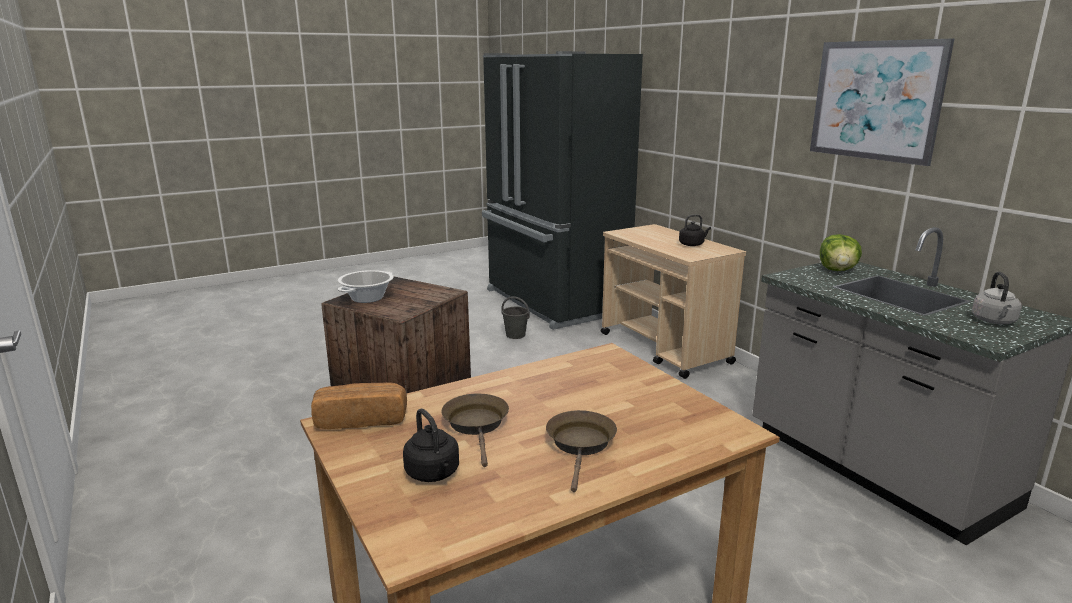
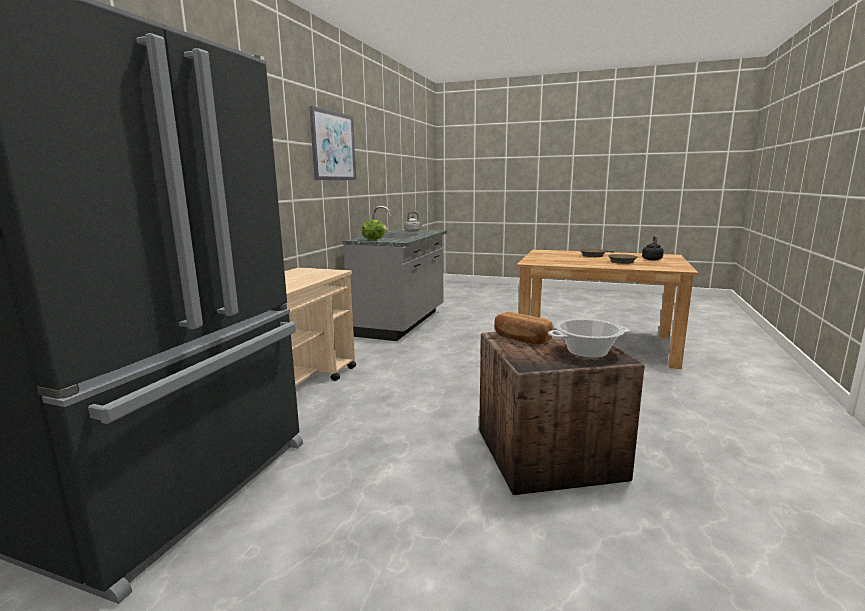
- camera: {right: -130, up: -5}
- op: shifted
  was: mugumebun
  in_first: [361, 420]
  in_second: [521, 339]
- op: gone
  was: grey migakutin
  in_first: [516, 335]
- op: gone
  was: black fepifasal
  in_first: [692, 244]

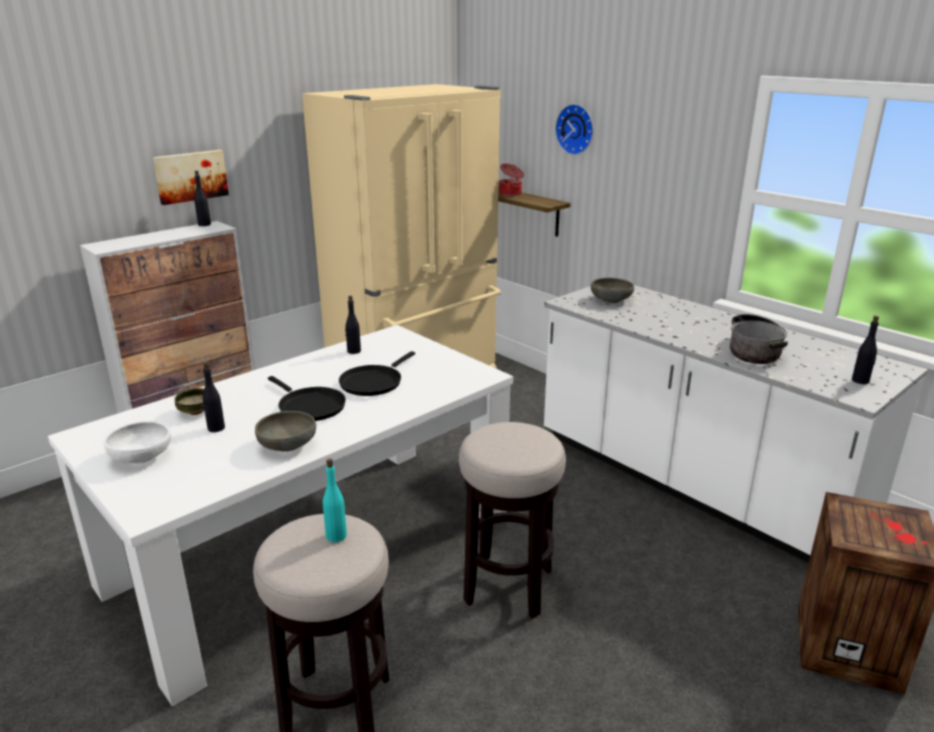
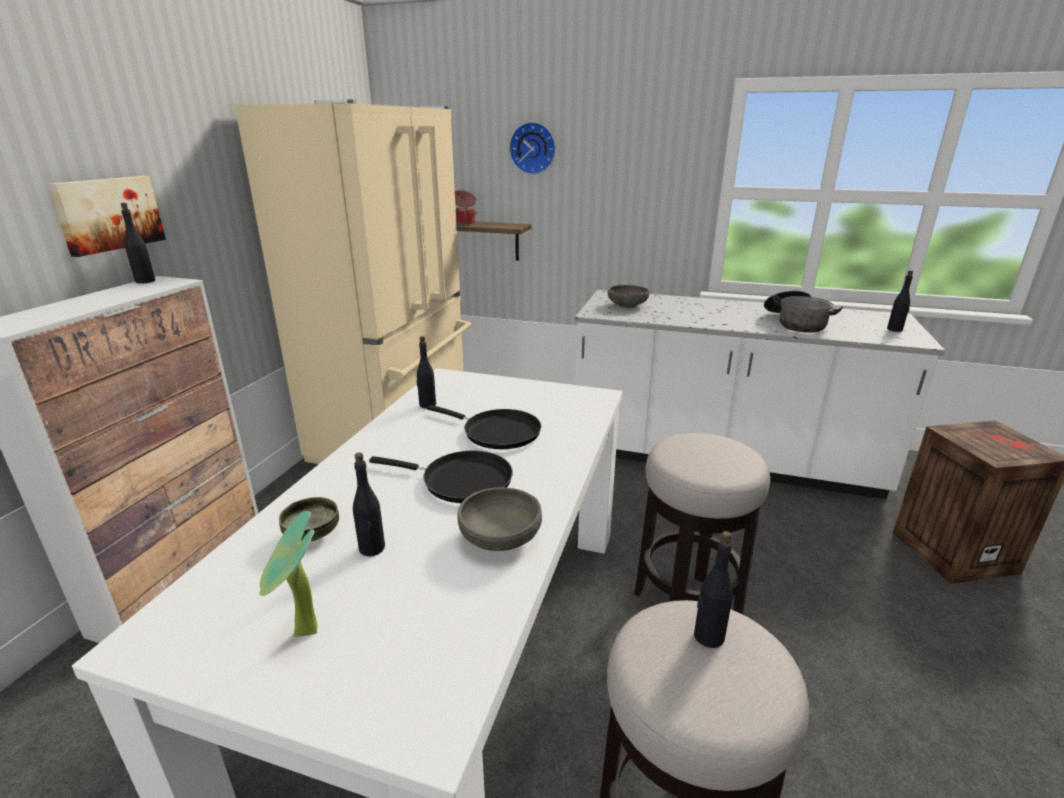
- camera: {right: -30, up: 0}
- op: swapped
  was: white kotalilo
  now: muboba
  in_first: [141, 457]
  in_second: [303, 635]
- op: rotated
  was: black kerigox
  in_first: [373, 382]
  in_second: [497, 432]
  clockwise: -60
- op: repainted
  was: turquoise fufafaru
  now: black fufafaru
  in_first: [336, 536]
  in_second: [708, 636]

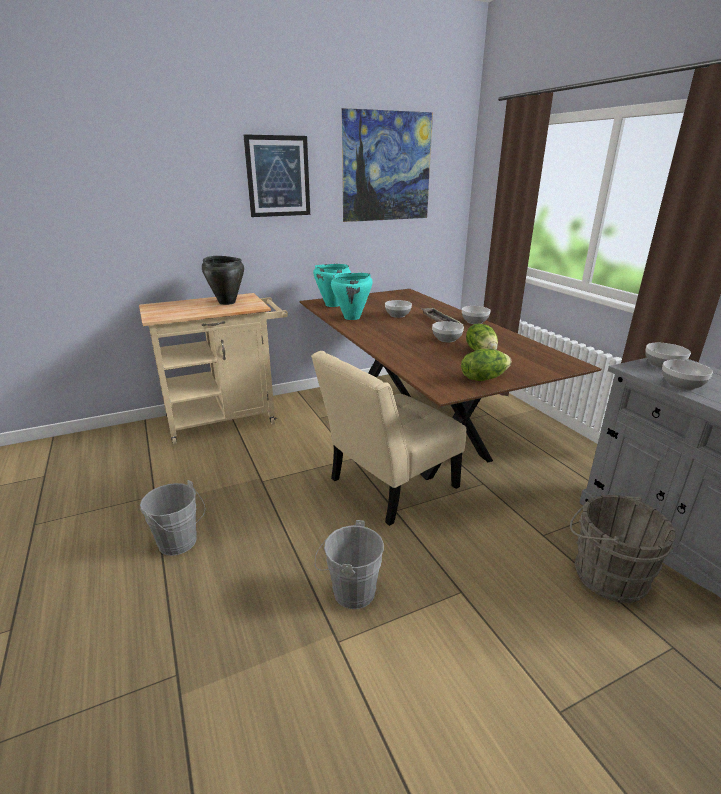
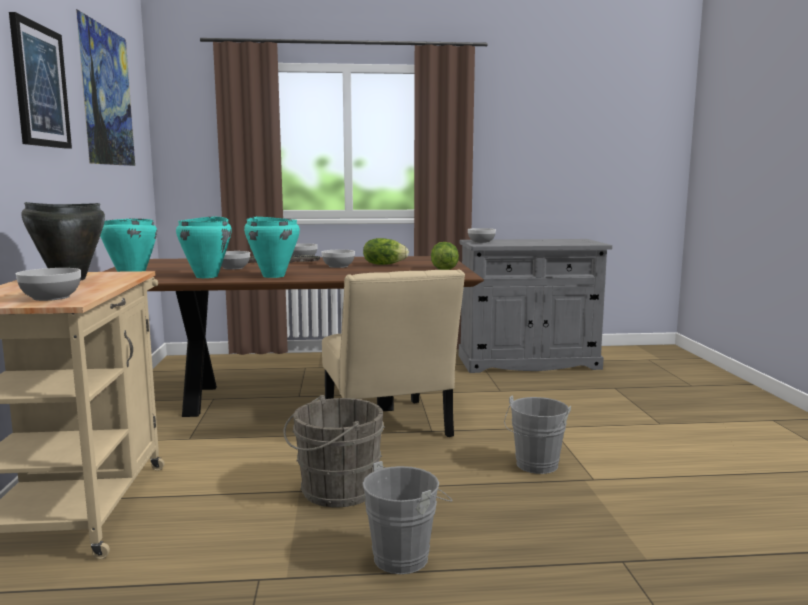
- camera: {right: -70, up: -15}
- op: shifted
  was: kotalilo
  in_first: [681, 385]
  in_second: [50, 297]
- op: new
  now: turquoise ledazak
  in_second: [273, 276]
- op: shifted
  was: grey migakutin
  in_first: [605, 574]
  in_second: [334, 491]

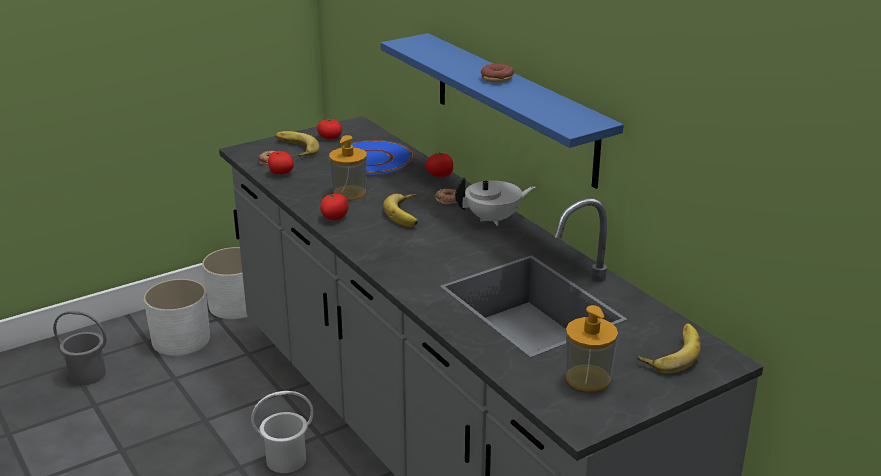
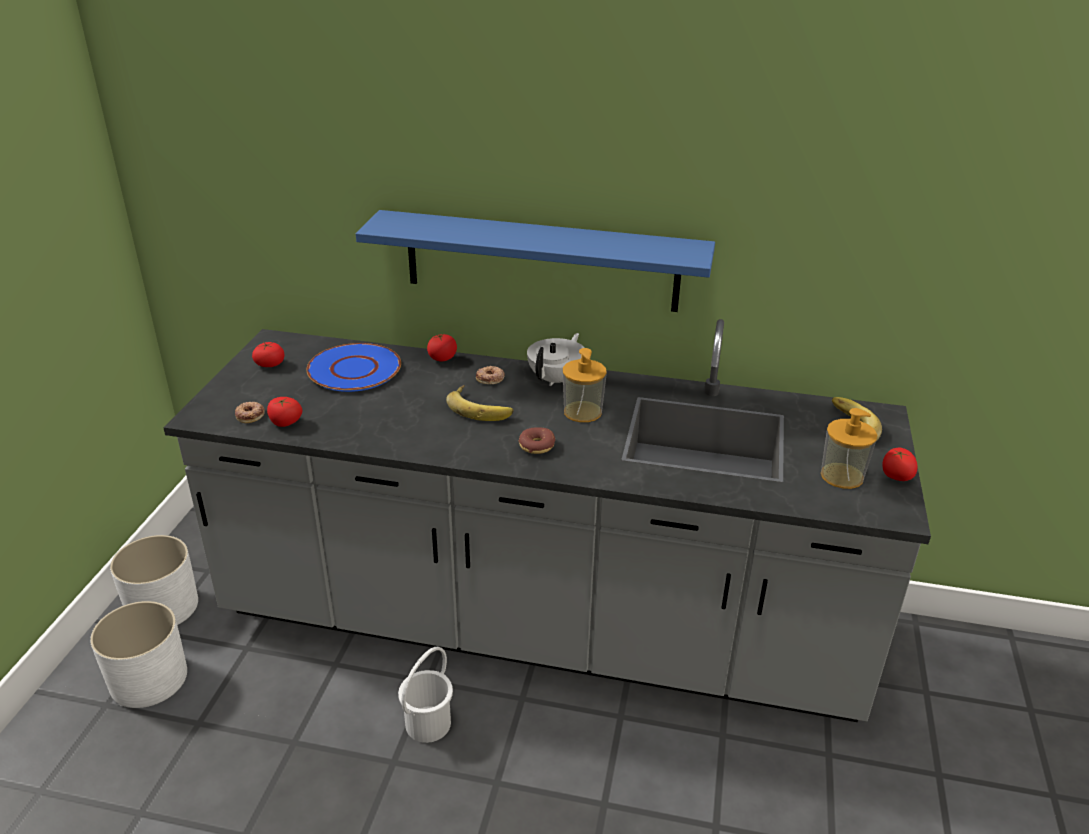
- camera: {right: -45, up: 5}
- op: shifted
  was: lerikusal
  in_first: [496, 78]
  in_second: [537, 446]
- op: shifted
  was: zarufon
  in_first: [349, 193]
  in_second: [582, 412]
- op: shifted
  was: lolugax
  in_first: [335, 217]
  in_second: [896, 476]
- op: gone
  was: grey migakutin
  in_first: [87, 374]
- op: gone
  was: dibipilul
  in_first: [294, 149]

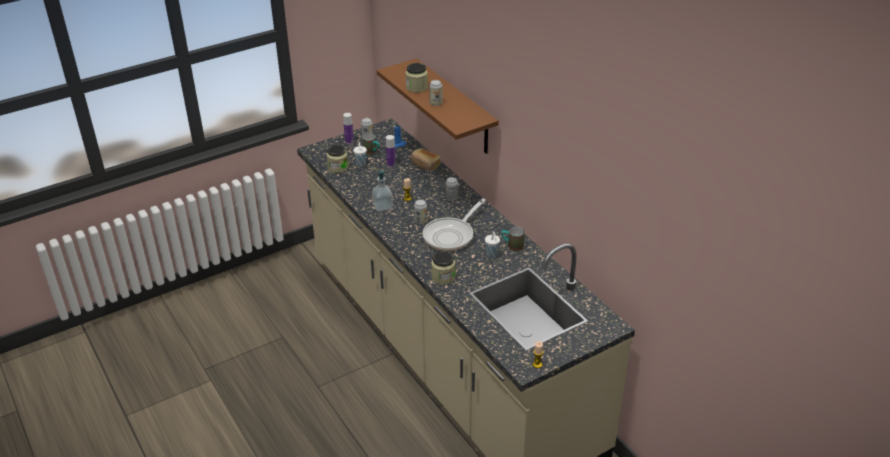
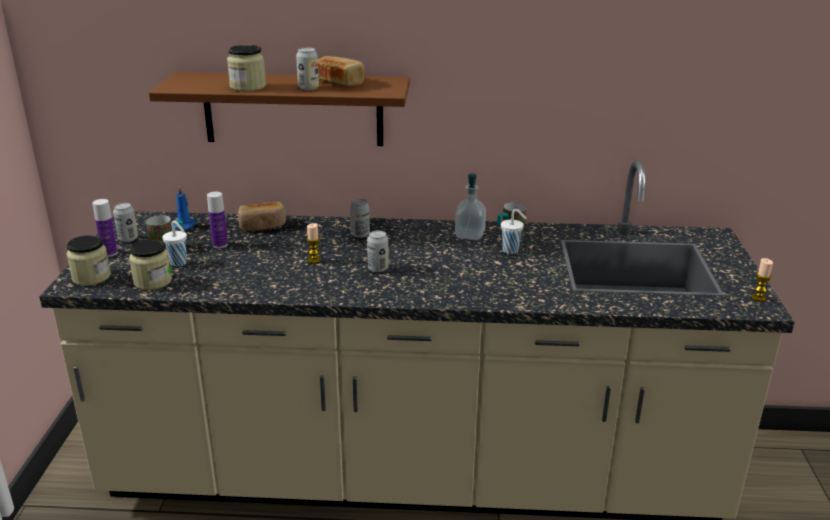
- camera: {right: -55, up: -10}
- op: shifted
  was: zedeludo
  in_first: [443, 277]
  in_second: [91, 277]
- op: new
  now: mugumebun
  in_second: [340, 82]
- op: shifted
  was: zarufon
  in_first: [382, 206]
  in_second: [469, 235]
- op: gone
  was: kerigox
  in_first: [451, 235]

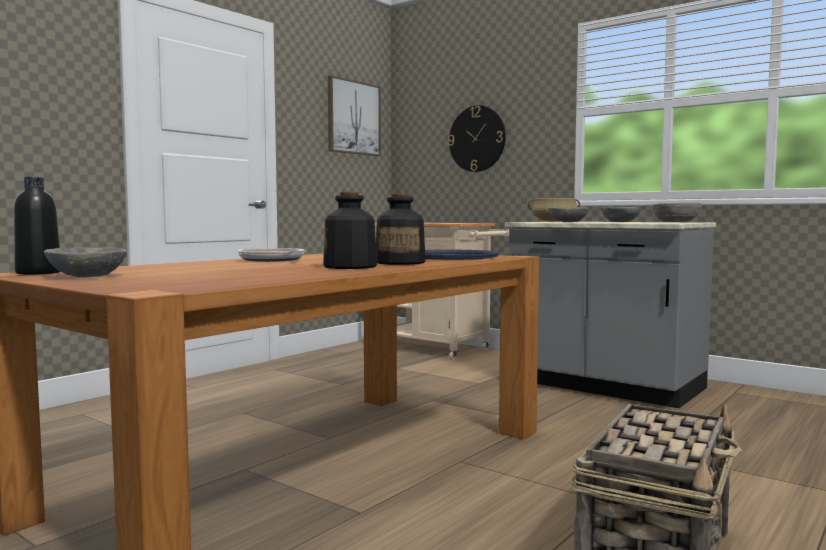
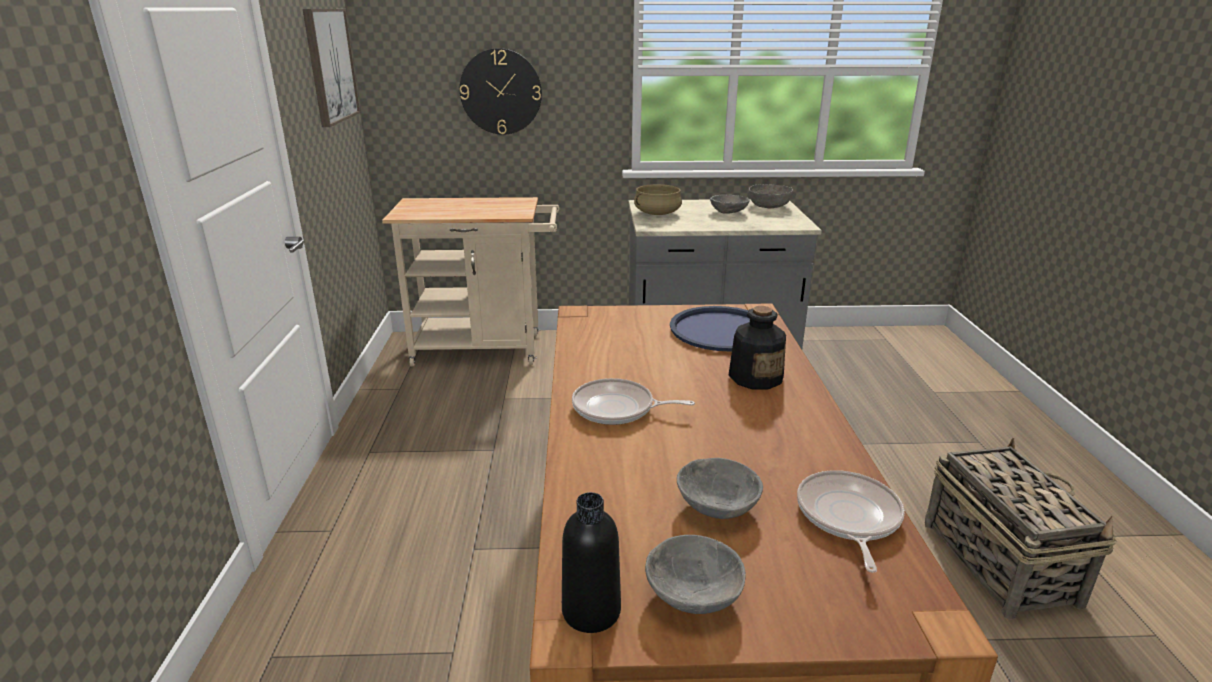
- camera: {right: -40, up: 20}
- op: shifted
  was: grey kotalilo
  in_first: [567, 222]
  in_second: [716, 506]
- op: new
  now: kerigox
  in_second: [848, 517]
- op: gone
  was: fufafaru
  in_first: [350, 267]

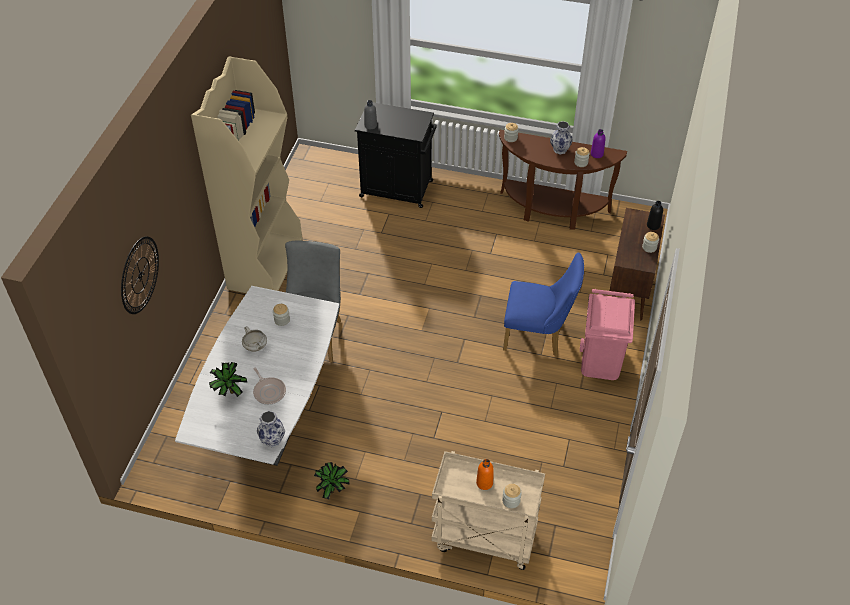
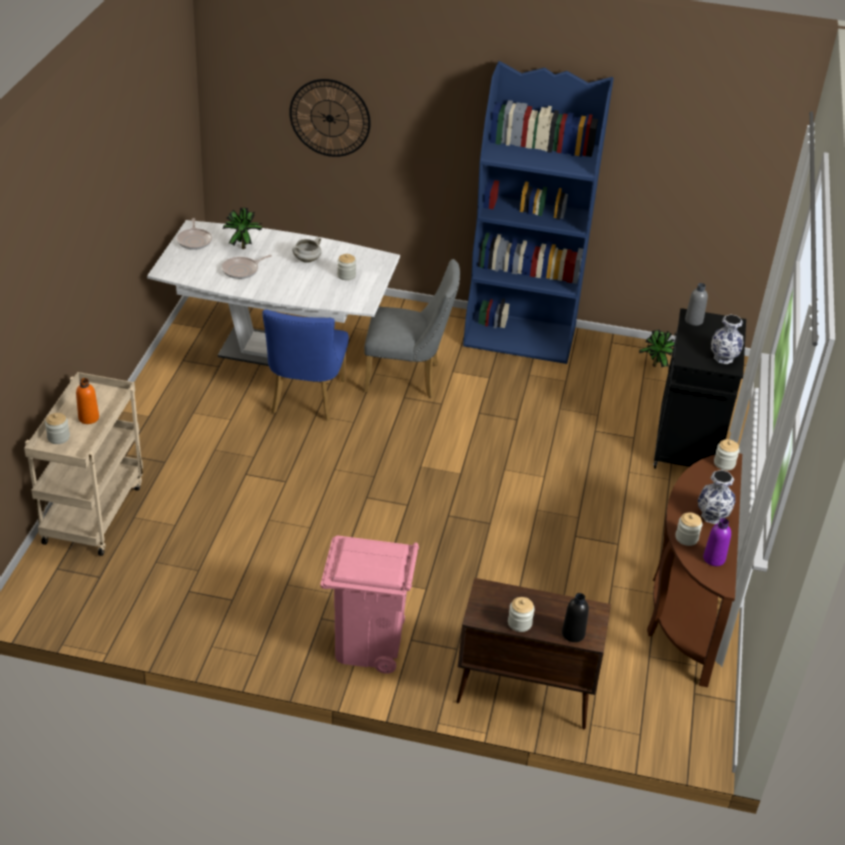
- camera: {right: 85, up: -10}
- op: new
  now: kerigox
  in_second: [194, 240]
- op: shifted
  was: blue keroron
  in_first: [538, 336]
  in_second: [305, 401]
- op: repainted
  was: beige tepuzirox
  now: blue tepuzirox
  in_first: [265, 263]
  in_second: [520, 338]
- op: shifted
  was: muboba
  in_first: [332, 489]
  in_second: [657, 366]
- op: shifted
  was: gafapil
  in_first: [273, 440]
  in_second: [723, 358]

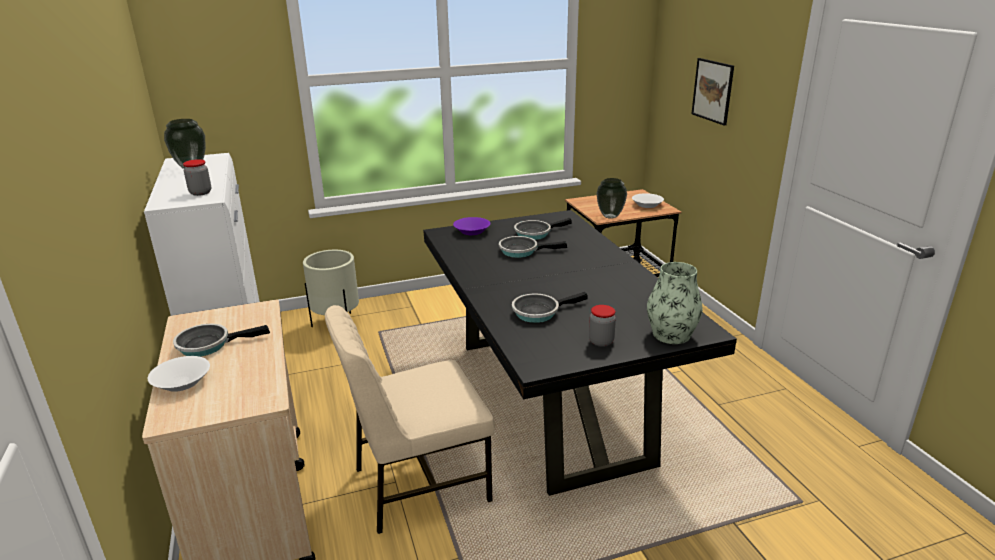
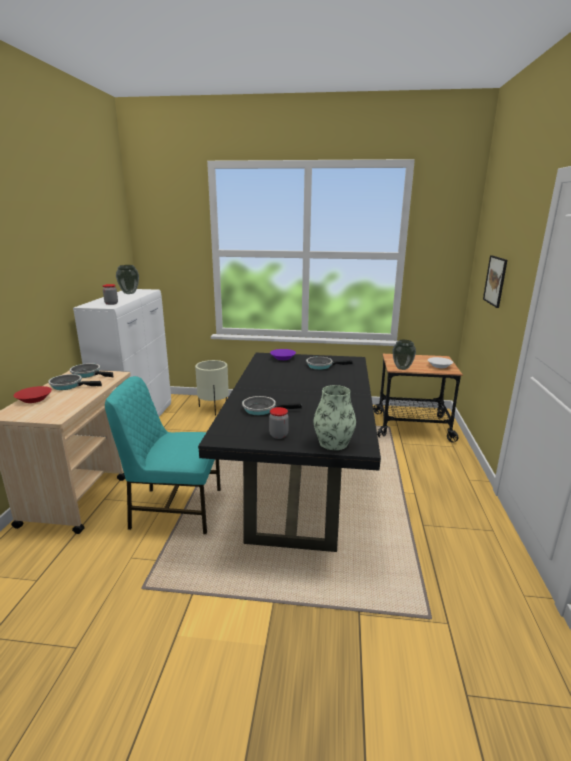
- camera: {right: 25, up: -5}
- op: repainted
  was: white kotalilo
  now: red kotalilo
  in_first: [182, 382]
  in_second: [35, 399]
- op: shifted
  was: kerigox
  in_first: [522, 251]
  in_second: [88, 374]
- op: repainted
  was: beige keroron
  now: turquoise keroron
  in_first: [418, 484]
  in_second: [175, 509]

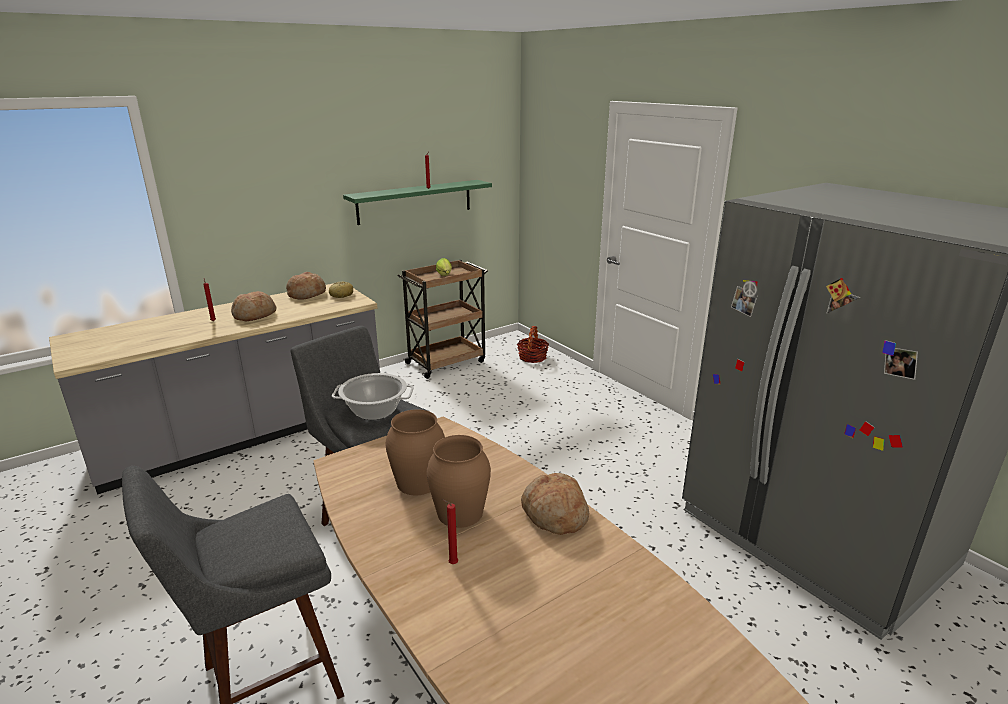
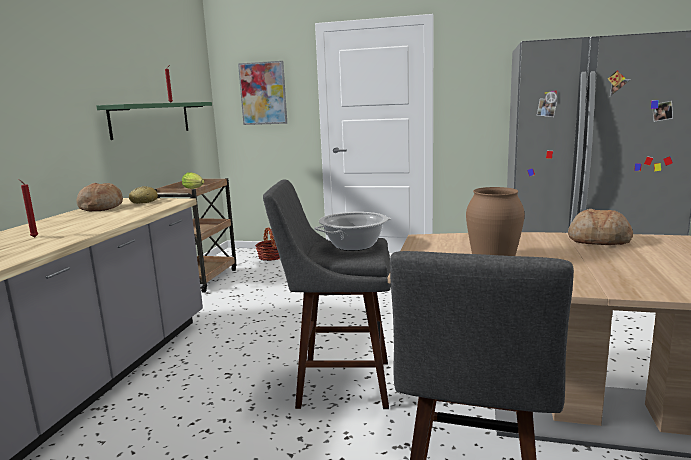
- camera: {right: -40, up: -10}
- op: new
  now: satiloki
  in_second: [263, 93]
- op: gone
  was: mugumebun
  in_first: [254, 315]
- op: gone
  was: brown gafapil
  in_first: [459, 512]
- op: gone
  was: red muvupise
  in_first: [451, 564]

